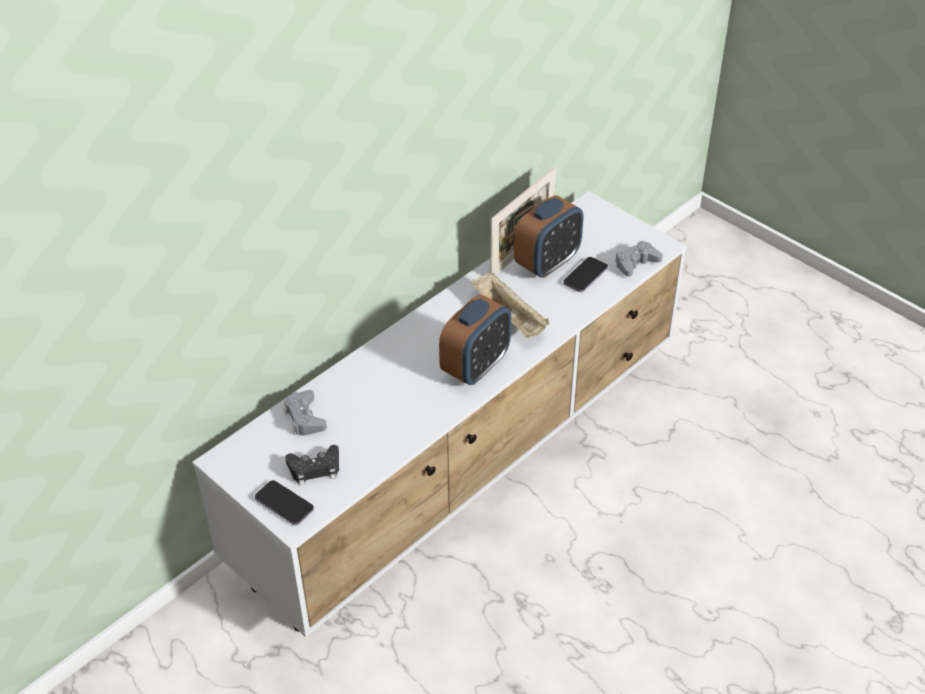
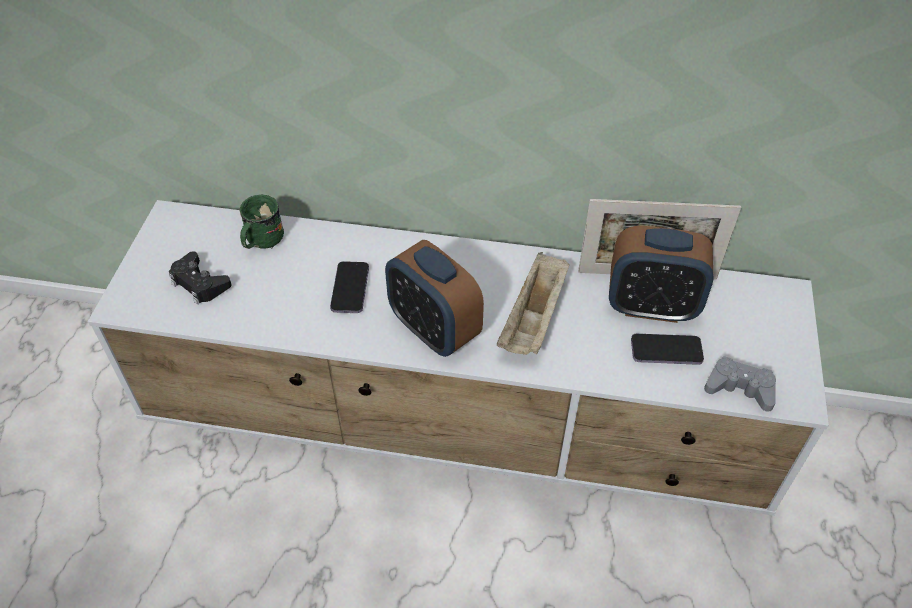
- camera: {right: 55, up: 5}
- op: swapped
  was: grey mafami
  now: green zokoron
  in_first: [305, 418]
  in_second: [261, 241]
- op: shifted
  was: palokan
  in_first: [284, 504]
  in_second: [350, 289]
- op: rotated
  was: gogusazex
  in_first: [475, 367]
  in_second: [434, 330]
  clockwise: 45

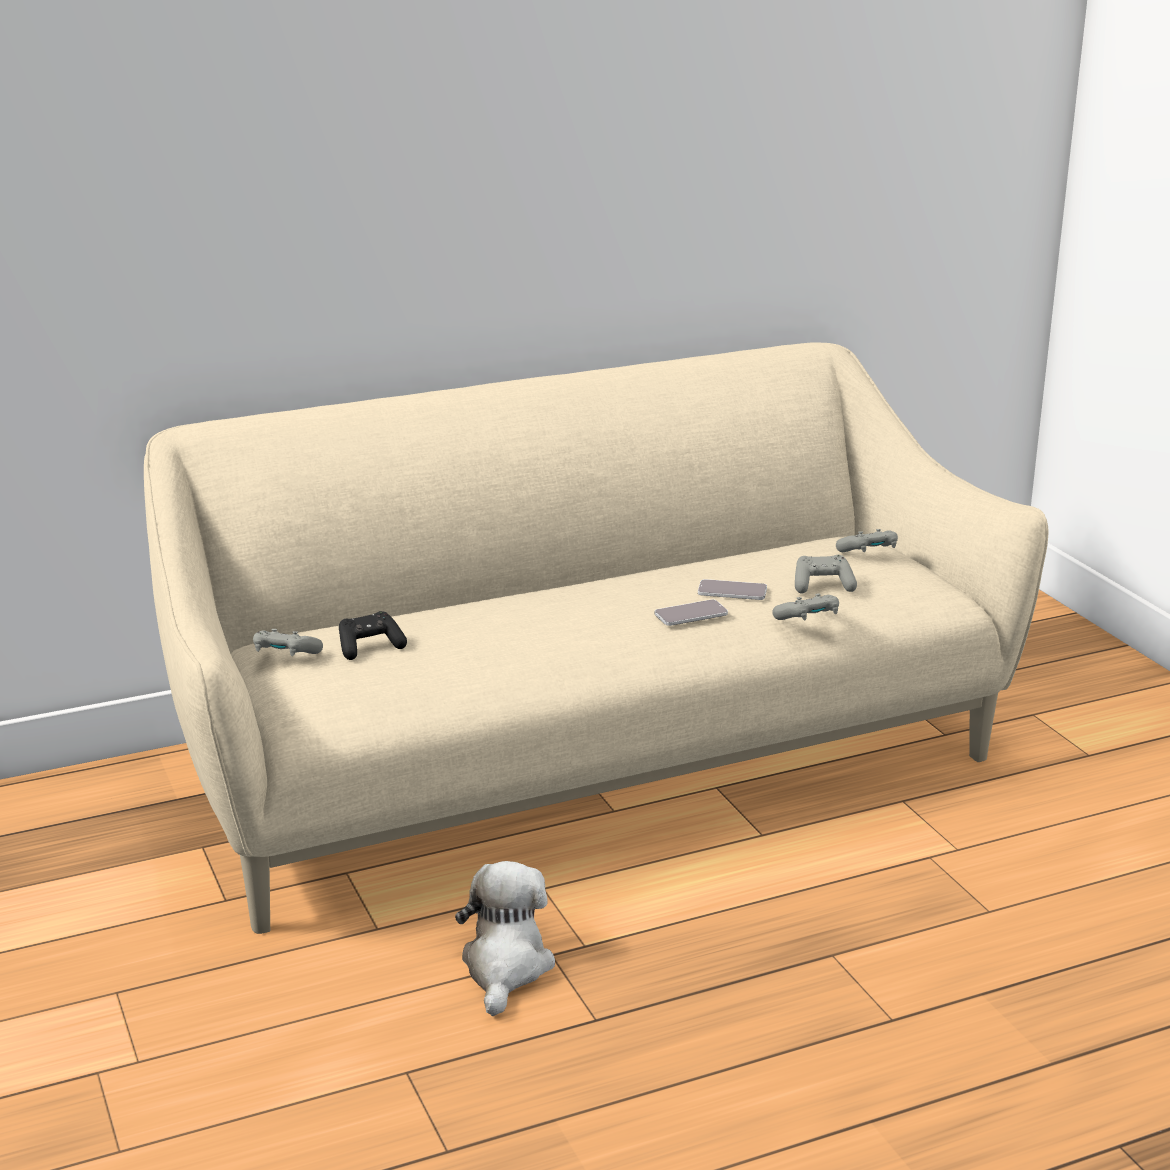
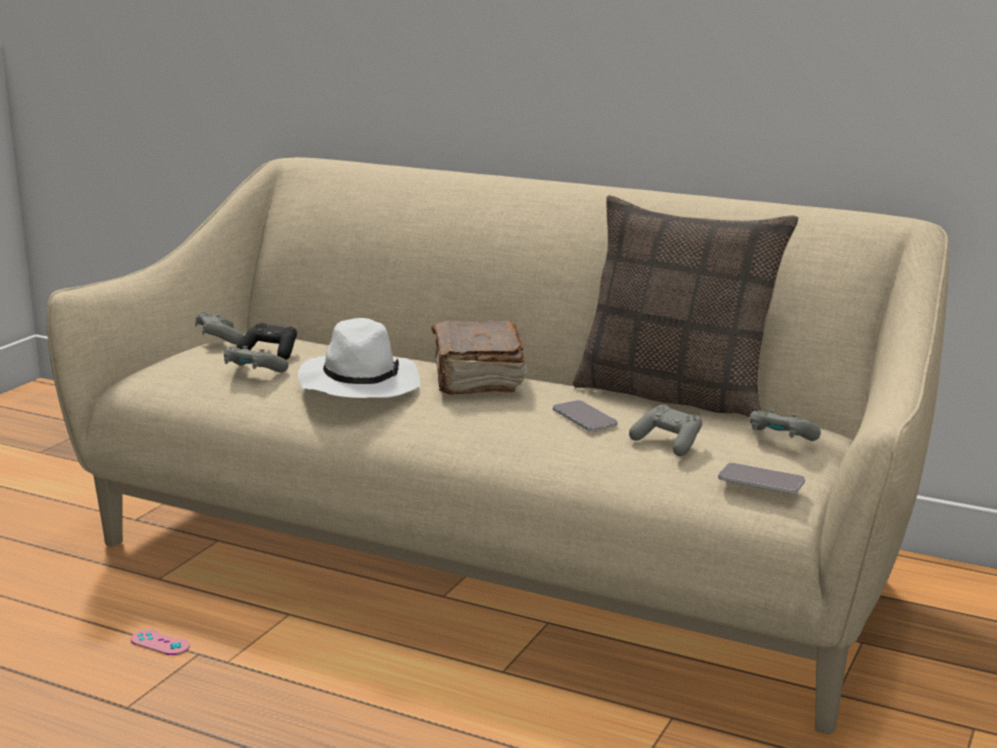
- camera: {right: 50, up: -5}
- op: swapped
  was: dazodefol
  now: pink mafami
  in_first: [505, 967]
  in_second: [160, 643]
- op: shifted
  was: grey mafami
  in_first: [808, 620]
  in_second: [253, 372]
- op: new
  now: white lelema
  in_second: [359, 385]
- op: new
  now: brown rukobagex
  in_second: [476, 377]
- op: new
  now: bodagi
  in_second: [676, 394]
- op: shifted
  was: palokan
  in_first: [691, 614]
  in_second: [761, 480]

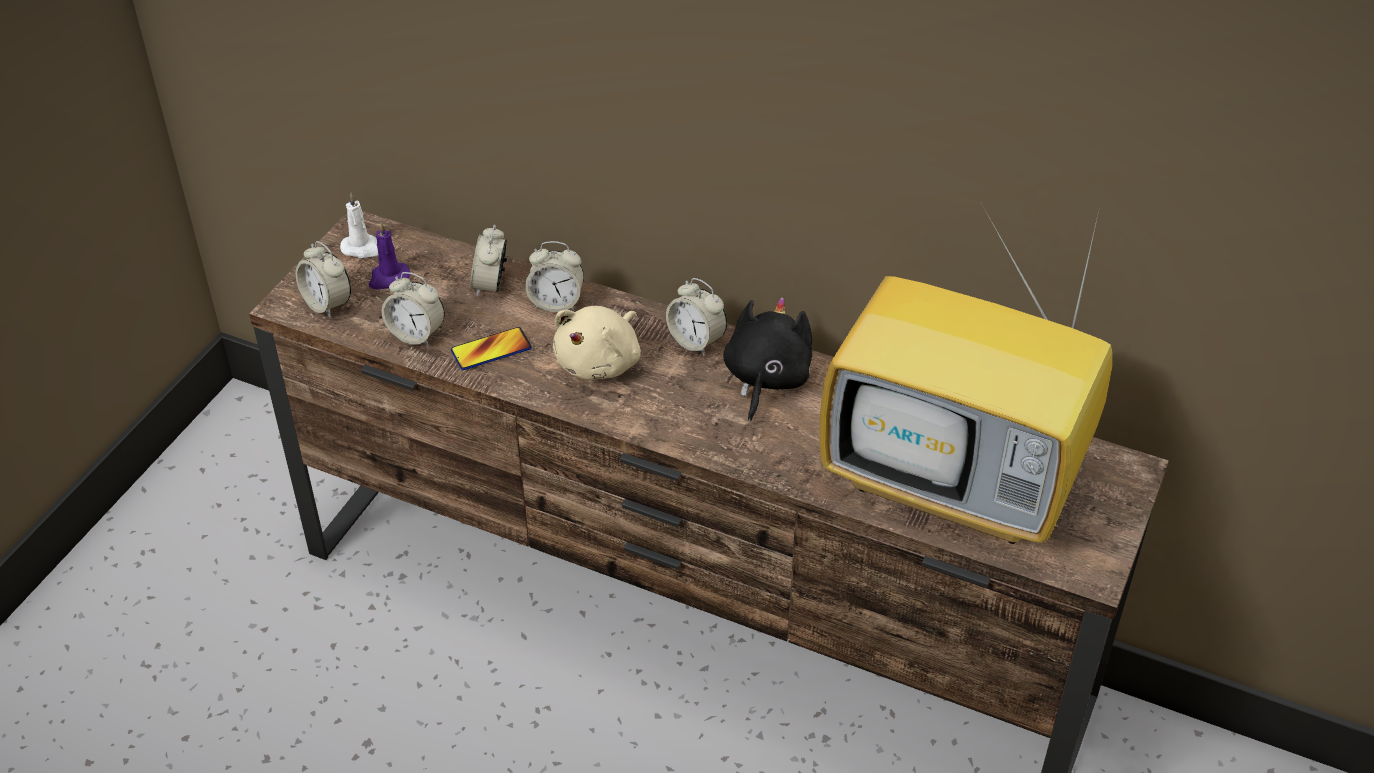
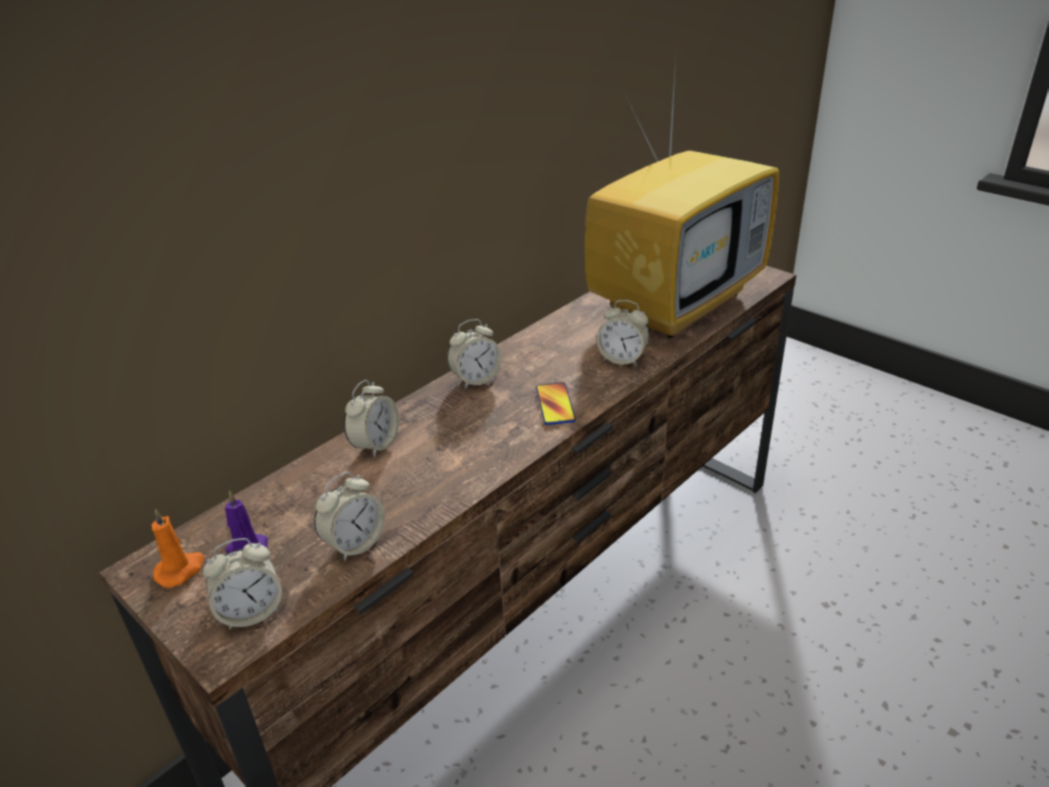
- camera: {right: -70, up: -10}
- op: repainted
  was: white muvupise
  now: orange muvupise
  in_first: [362, 248]
  in_second: [181, 570]
- op: shifted
  was: palokan
  in_first: [491, 350]
  in_second: [555, 404]
- op: shifted
  was: gogusazex
  in_first: [490, 285]
  in_second: [622, 359]
- op: gone
  was: beige dazodefol
  in_first: [601, 362]
- op: gone
  was: black dazodefol
  in_first: [765, 379]

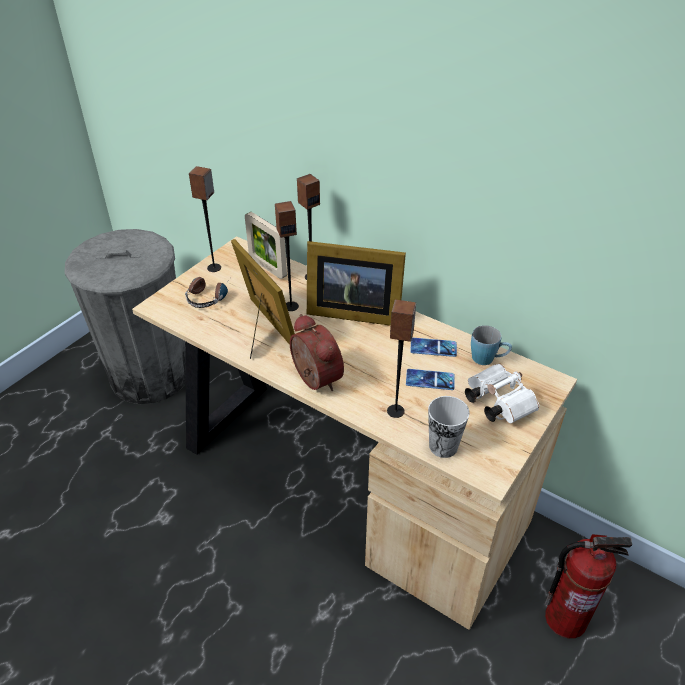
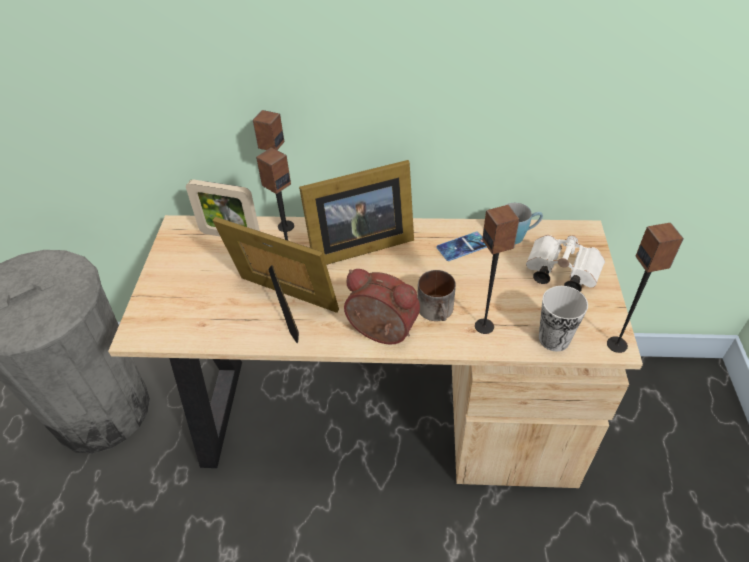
- camera: {right: -30, up: 5}
- op: new
  now: zokoron
  in_second: [438, 311]
- op: shifted
  was: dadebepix
  in_first: [214, 268]
  in_second: [617, 344]
- op: gone
  was: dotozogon
  in_first: [209, 295]
- op: gone
  was: palokan
  in_first: [430, 380]
- op: gone
  was: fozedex
  in_first: [566, 618]

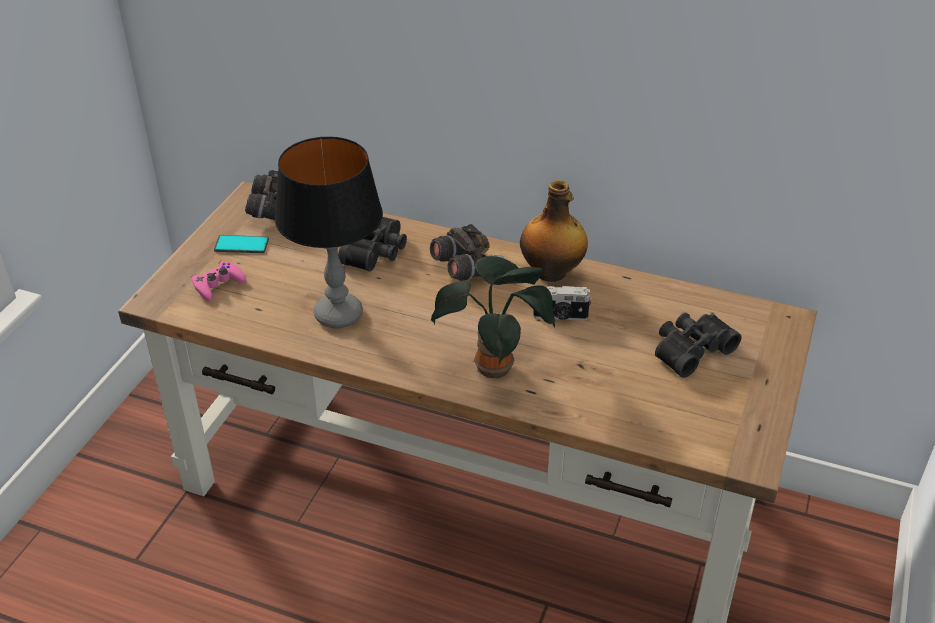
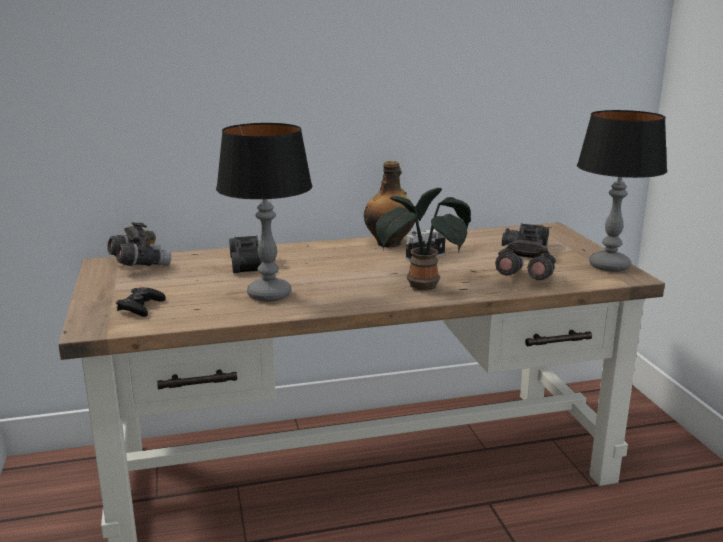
- camera: {right: -35, up: -20}
- op: repainted
  was: pink mafami
  now: black mafami
  in_first: [218, 285]
  in_second: [141, 307]
- op: shifted
  was: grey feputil
  in_first: [466, 269]
  in_second: [524, 279]
- op: new
  now: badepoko
  in_second: [609, 266]
- op: gone
  was: palokan
  in_first: [241, 245]

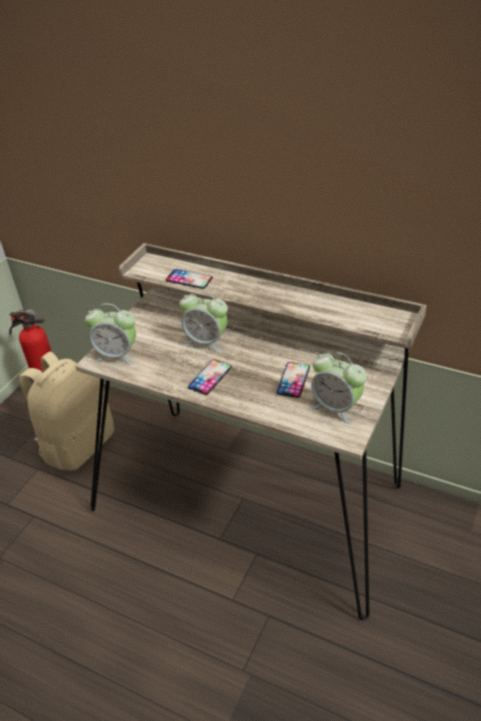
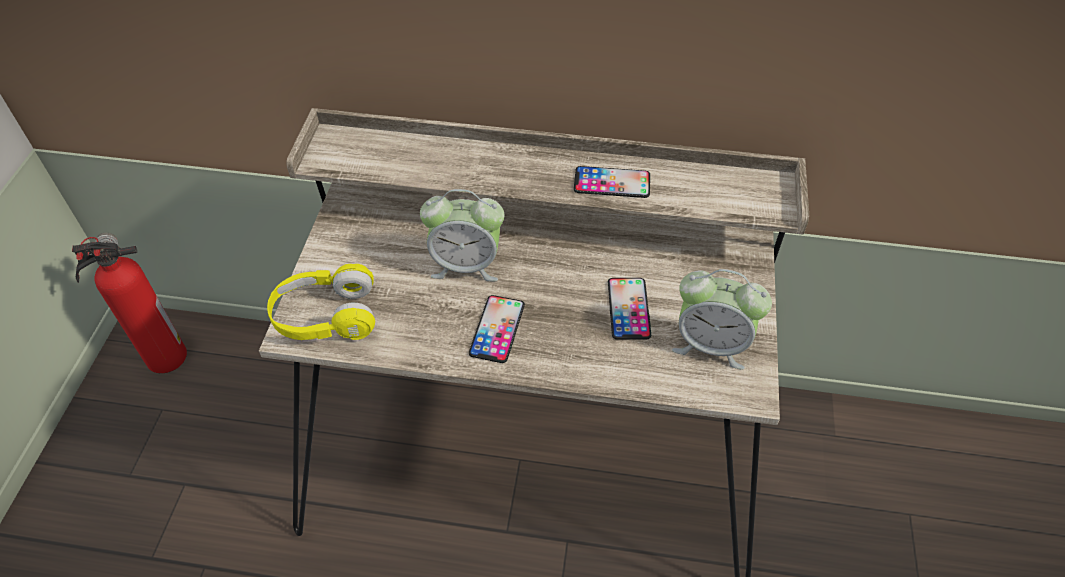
- camera: {right: -20, up: 10}
- op: swapped
  was: gogusazex
  now: yellow dotozogon
  in_first: [117, 355]
  in_second: [326, 316]
- op: shifted
  was: palokan
  in_first: [189, 279]
  in_second: [612, 183]
- op: gone
  was: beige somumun
  in_first: [78, 445]

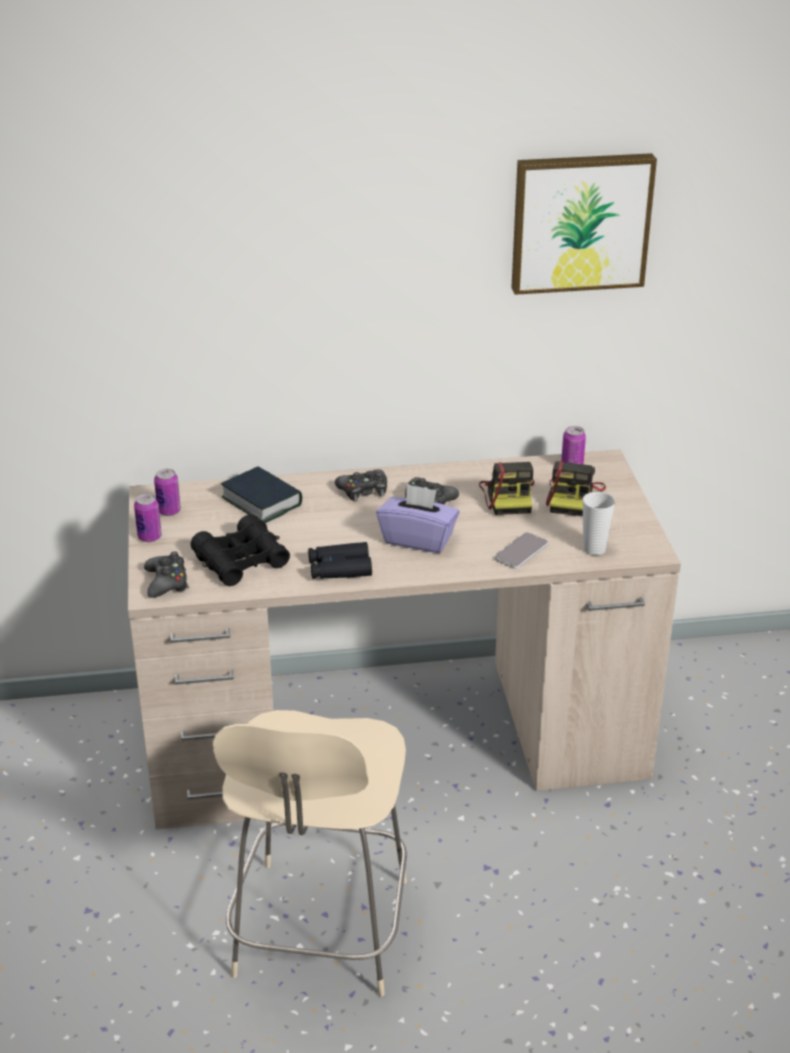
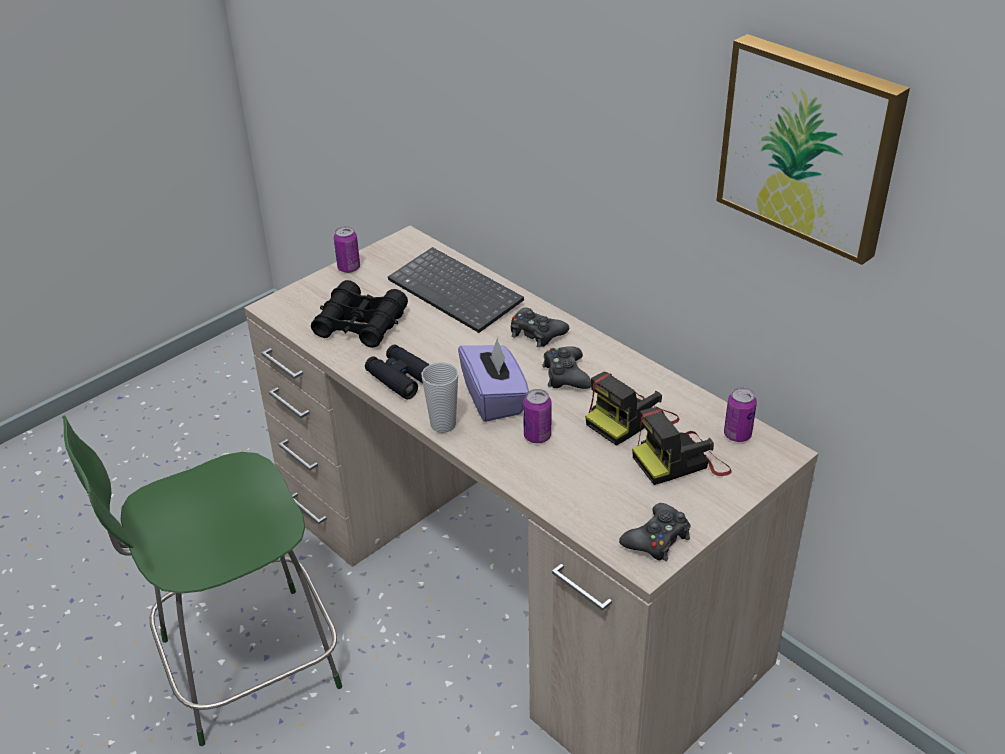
- camera: {right: 55, up: 5}
- op: repainted
  was: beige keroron
  now: green keroron
  in_first: [319, 933]
  in_second: [242, 666]
- op: swapped
  was: rukobagex
  now: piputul
  in_first: [262, 501]
  in_second: [458, 292]
- op: shifted
  was: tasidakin
  in_first: [594, 549]
  in_second: [443, 424]
- op: shifted
  was: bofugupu
  in_first: [169, 511]
  in_second: [537, 436]
- op: shifted
  was: black mafami
  in_first: [167, 582]
  in_second: [657, 539]
- op: gone
  was: palokan
  in_first: [521, 551]

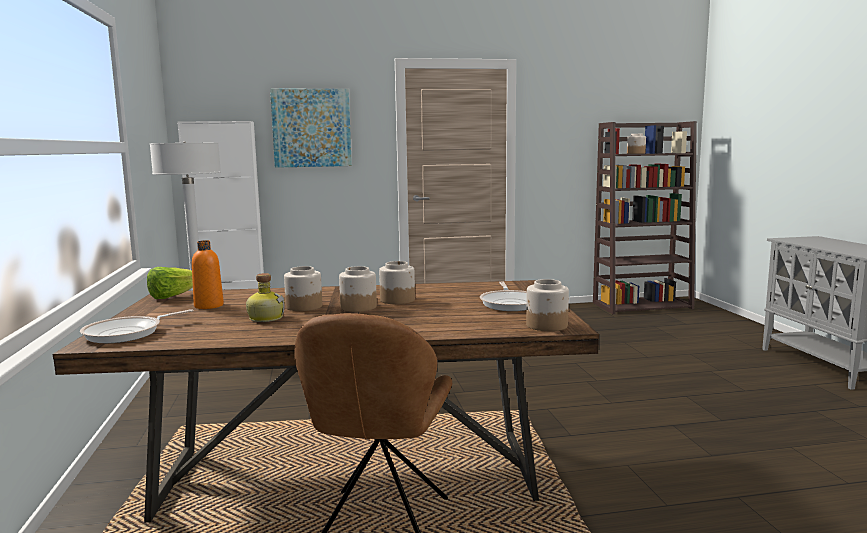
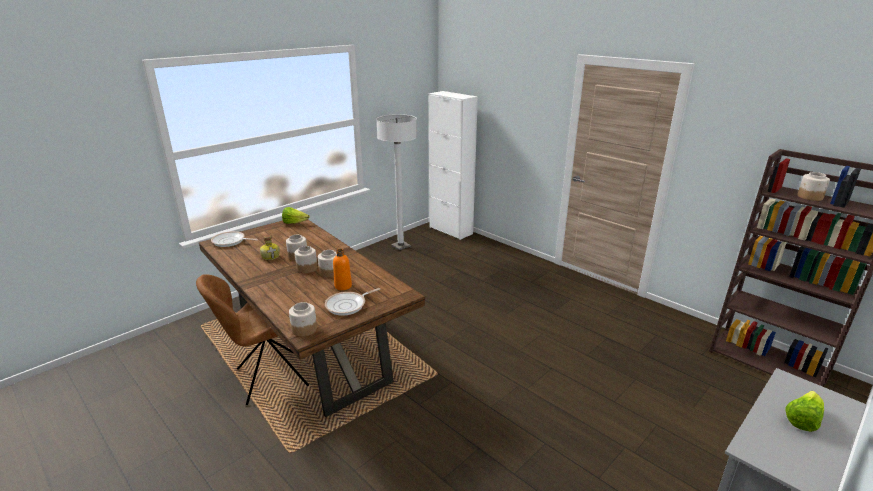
- camera: {right: 55, up: 15}
- op: shifted
  was: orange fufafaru
  in_first: [209, 306]
  in_second: [343, 286]
- op: new
  now: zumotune
  in_second: [802, 420]
- op: gone
  was: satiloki
  in_first: [311, 128]

